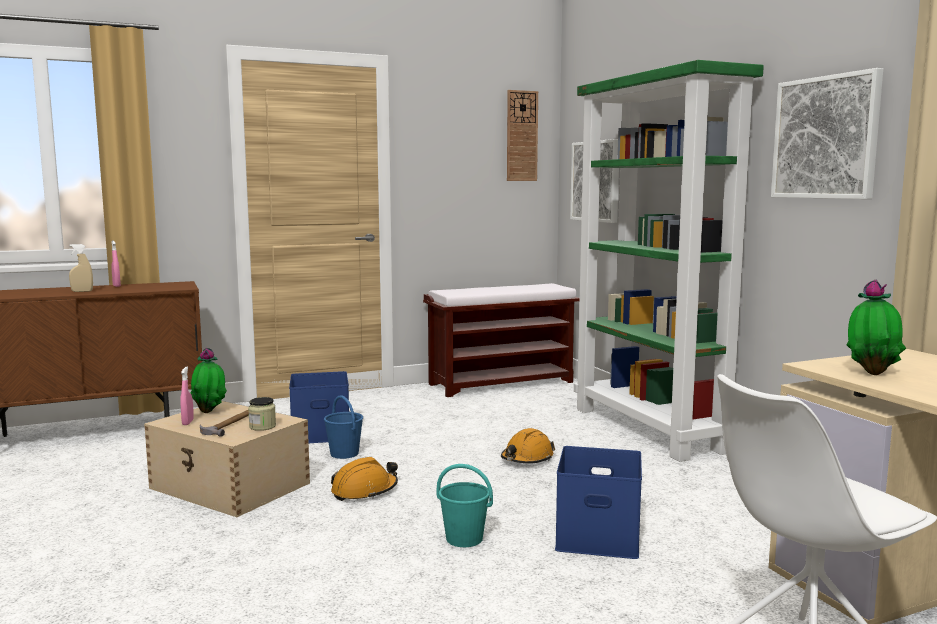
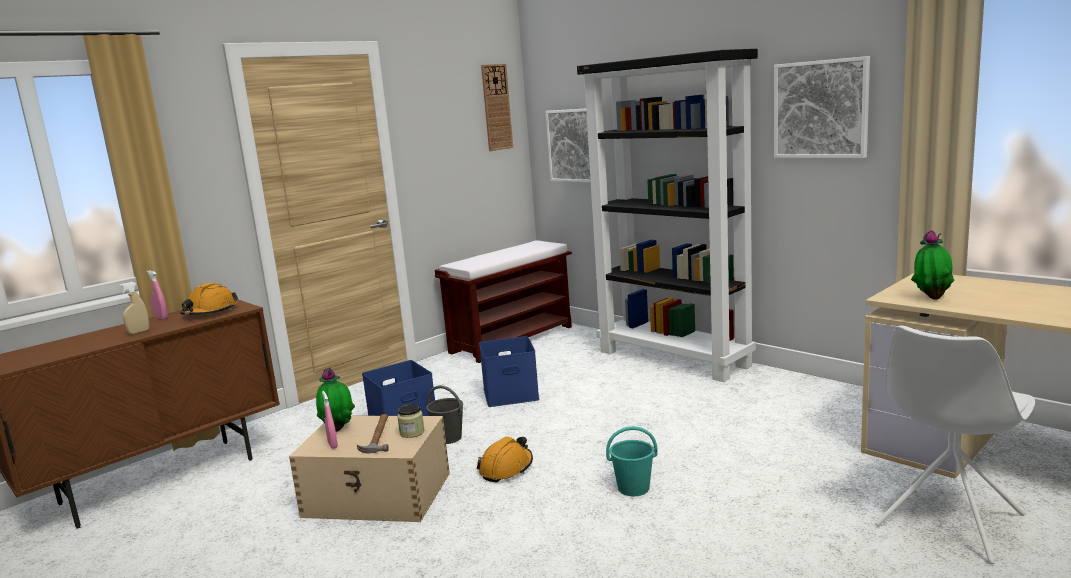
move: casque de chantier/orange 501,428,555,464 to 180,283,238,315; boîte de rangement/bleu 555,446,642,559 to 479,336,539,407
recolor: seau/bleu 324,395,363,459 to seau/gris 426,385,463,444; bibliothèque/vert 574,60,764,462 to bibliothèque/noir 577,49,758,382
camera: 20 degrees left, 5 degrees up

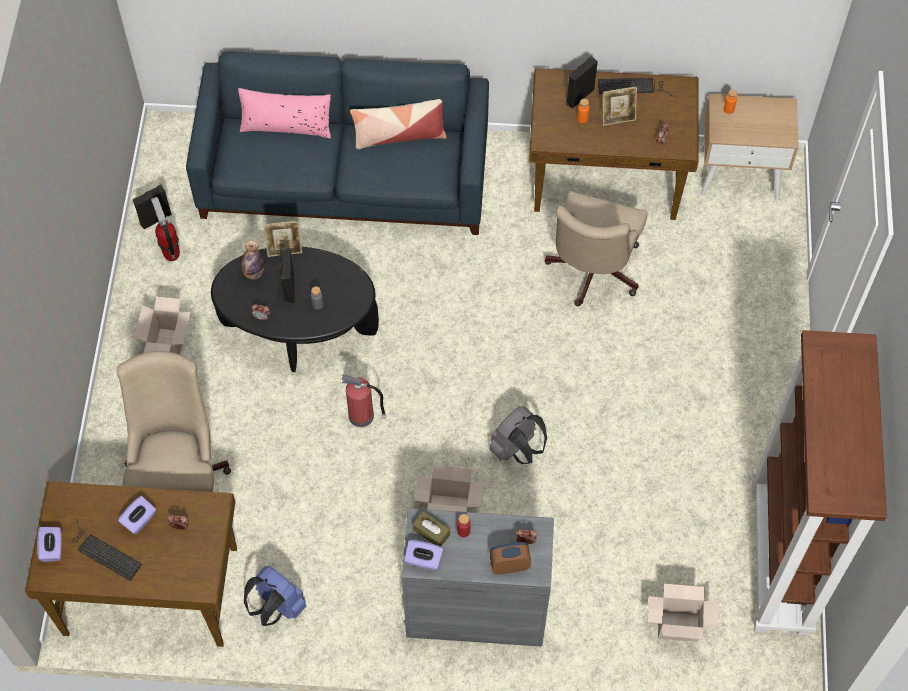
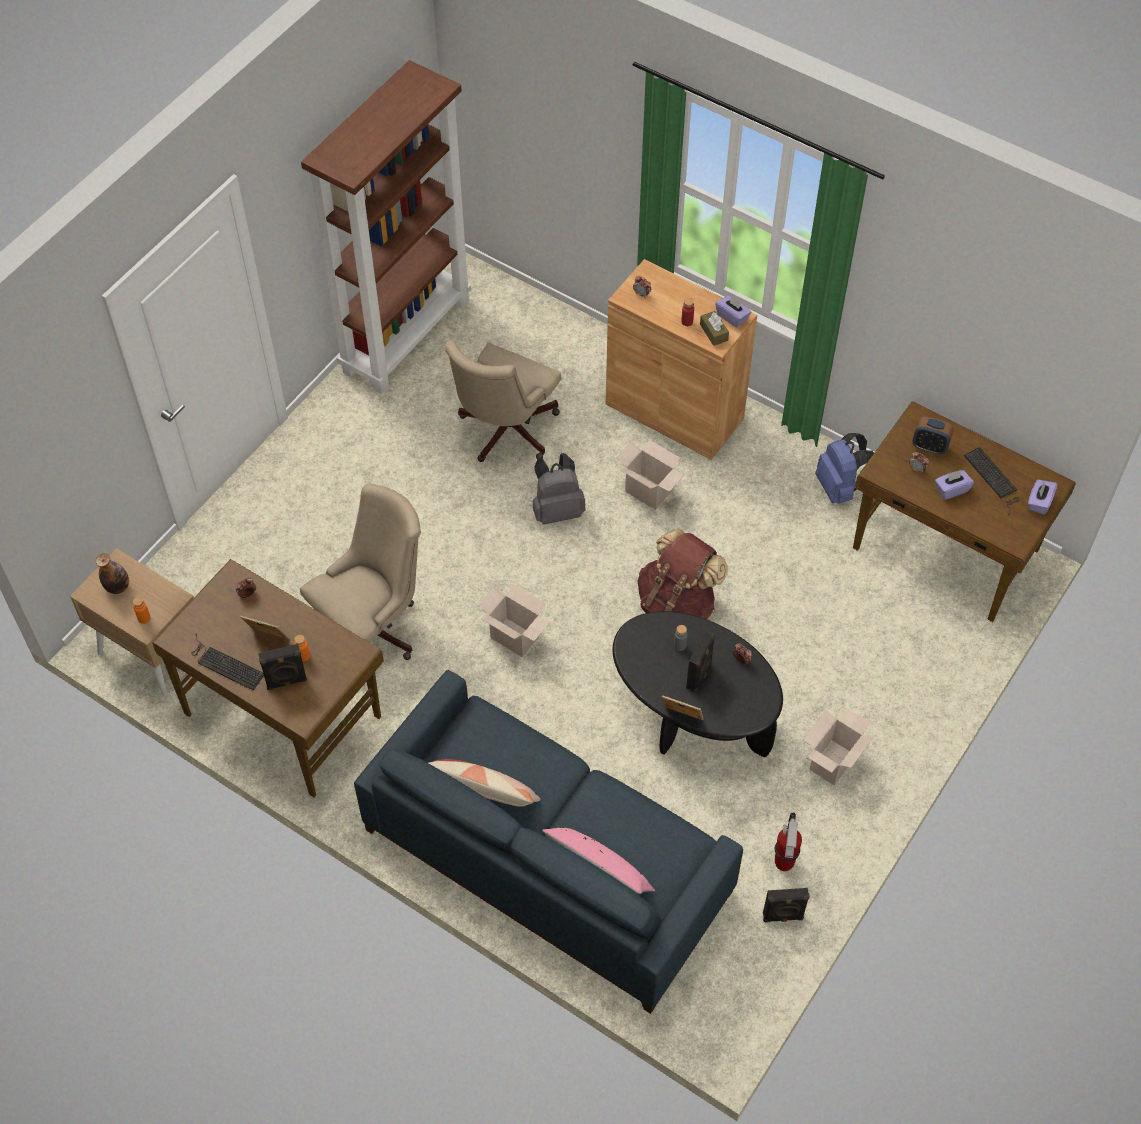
move: chaise de bureau/beige 117,351,231,492 to 445,340,561,462; bouteille 241,240,266,279 to 96,553,129,594; réveil 490,542,531,575 to 912,417,954,455; carton 648,584,719,642 to 478,584,550,657
replace: extincteur 341,375,387,427 to sac à dos/marron 637,528,728,619
recolor: meuble de rangement/gris 402,508,554,647 to meuble de rangement/marron 605,259,757,460
camera: 150 degrees left, 5 degrees down

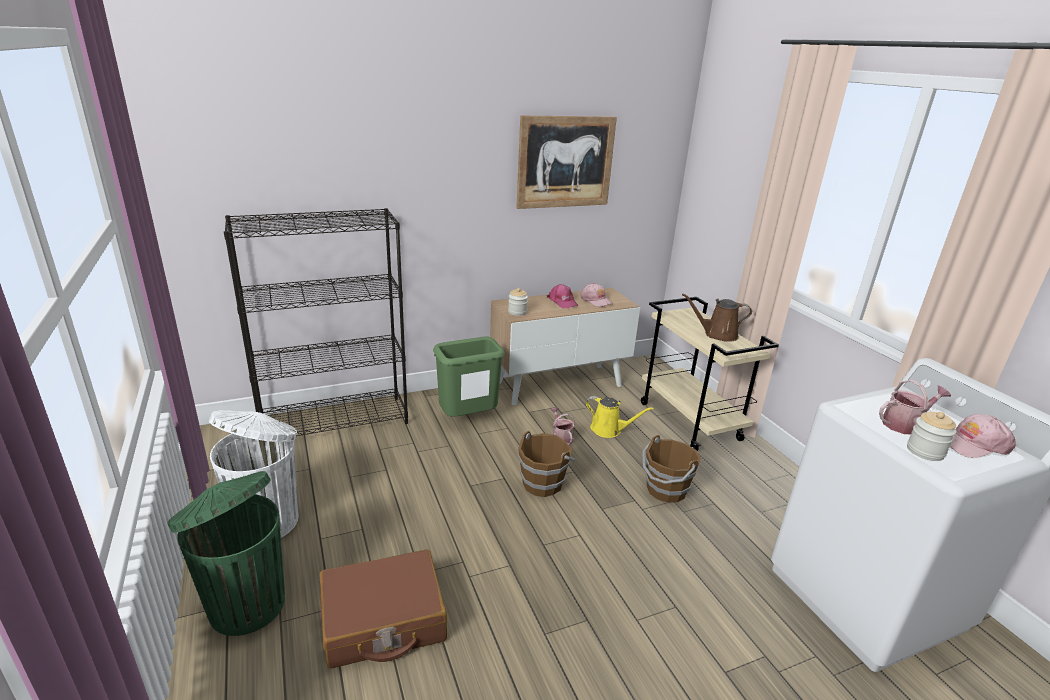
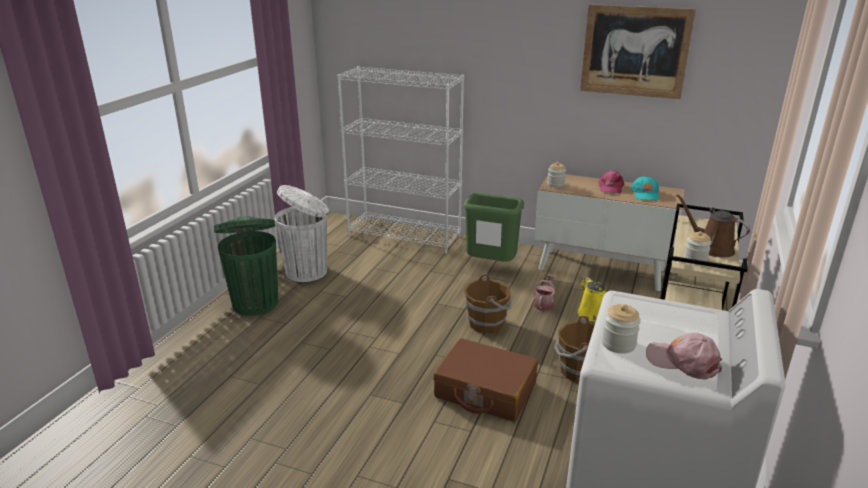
delete: arrosoir 879,380,951,435
insert: bocal 684,231,711,261
move: valise/marron 320,549,447,669 to 433,338,538,422
recolor: bibliothèque/noir 224,208,408,436 to bibliothèque/blanc 337,66,464,253; casquette/rose 580,283,613,307 to casquette/turquoise 631,176,659,200
camera: 45 degrees right, 0 degrees up

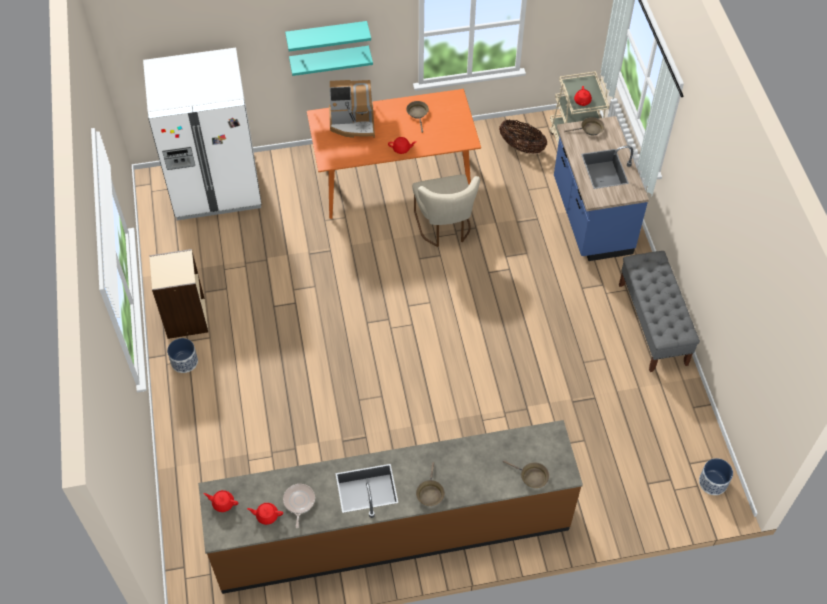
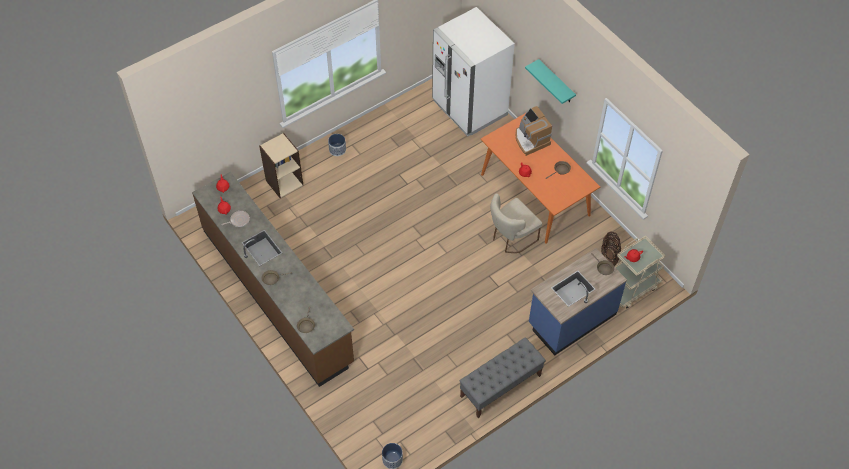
delete: étagère/turquoise 289,46,373,76
move: bibliothèque/beige 149,249,208,339 to 259,133,303,198
camera: 65 degrees right, 0 degrees up

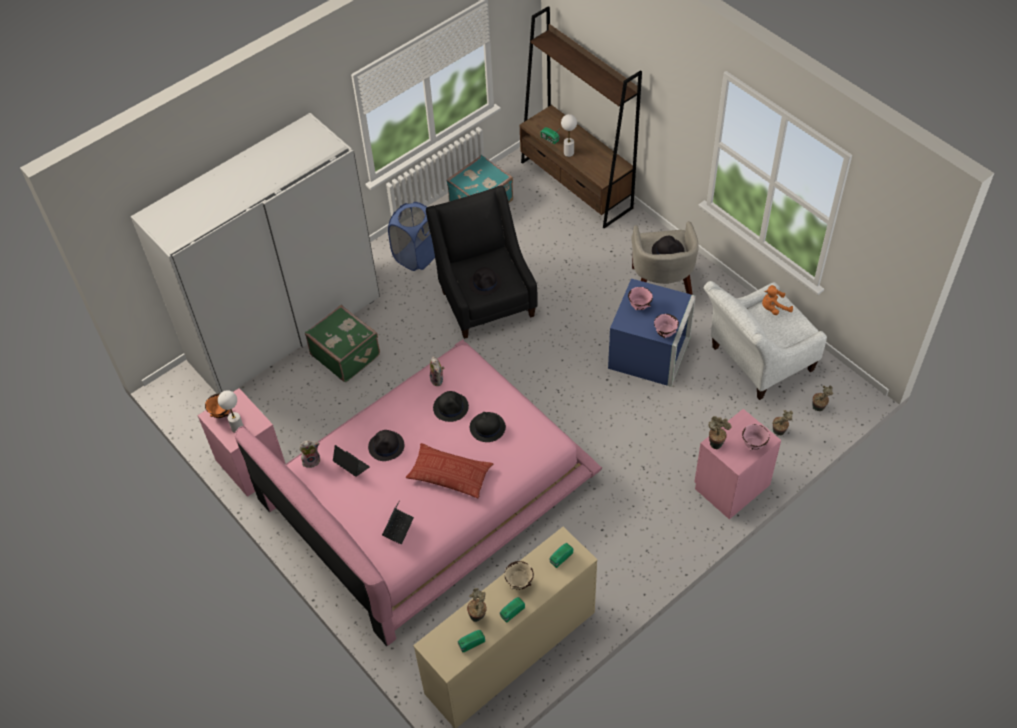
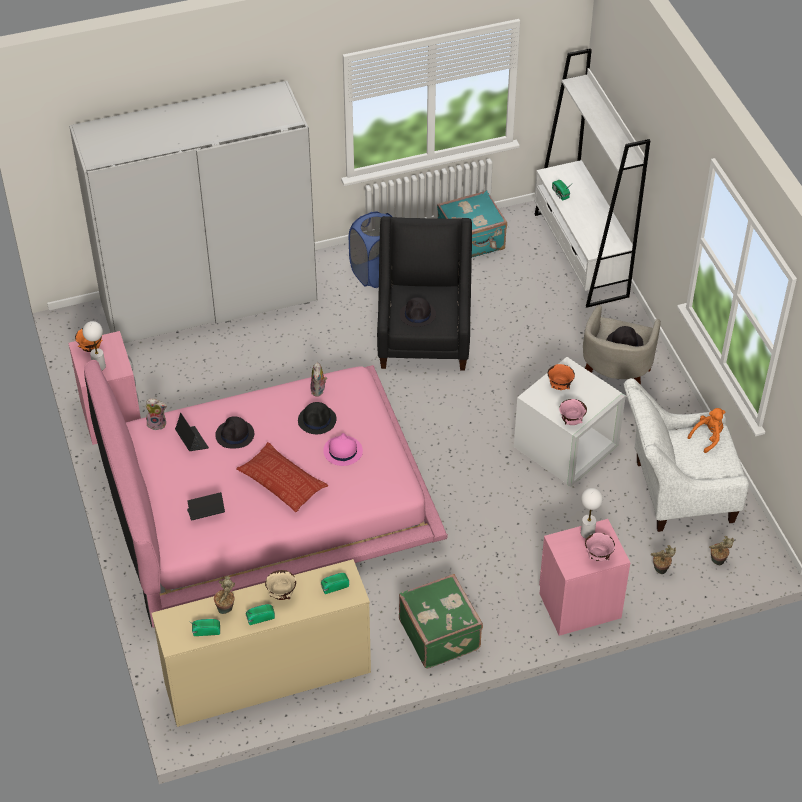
delete: plante en pot 709,416,731,449
move: valise/vert 305,305,380,382 to 399,574,483,669; lampe de table/blanc 561,114,577,157 to 581,488,603,538
recolor: chapeau/noir 470,412,506,442 to chapeau/rose 323,433,363,466; bibliothèque/marron 520,6,642,228 to bibliothèque/blanc 534,49,651,308; boîte de rangement/bleu 608,278,696,387 to boîte de rangement/blanc 514,357,626,487; bol/rose 628,287,653,310 to bol/orange 548,364,575,390
rotate: ordinateur portable 382,500,414,544 = 187,492,225,521 150 degrees counterclockwise; peluche/orange 762,285,793,315 = 688,408,725,453 135 degrees clockwise
camera: 20 degrees right, 5 degrees down

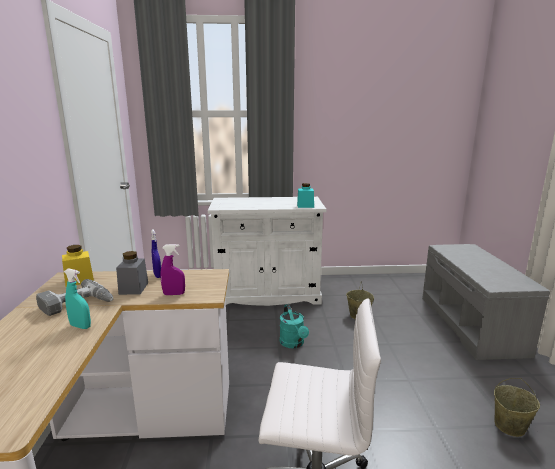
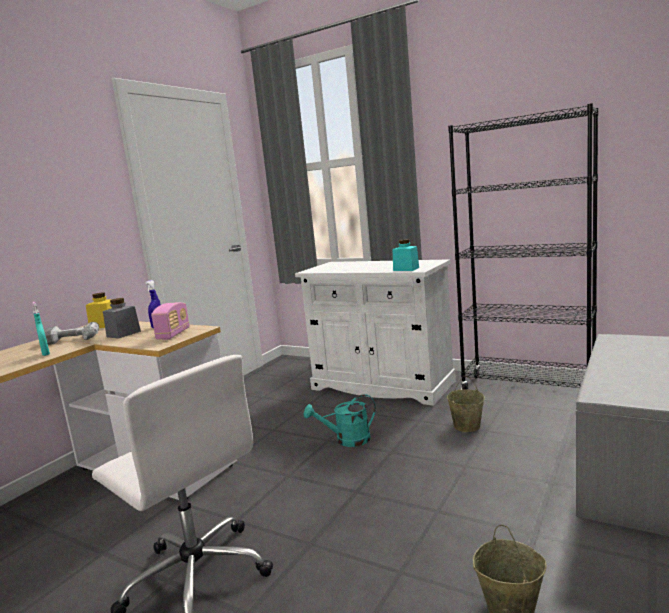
delete: vaporisateur/violet 160,244,185,295
insert: radio 151,302,190,340; bibliothèque/noir 448,103,598,390
rotate: arrosoir/turquoise 280,304,309,348 = 304,394,376,447 60 degrees clockwise
camera: 35 degrees right, 5 degrees down

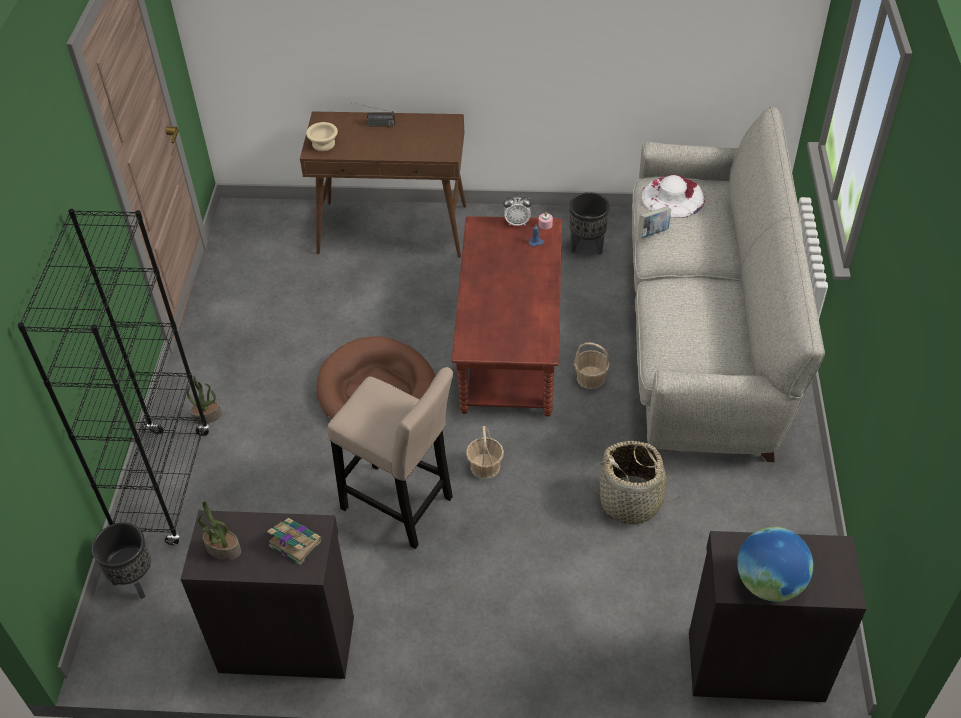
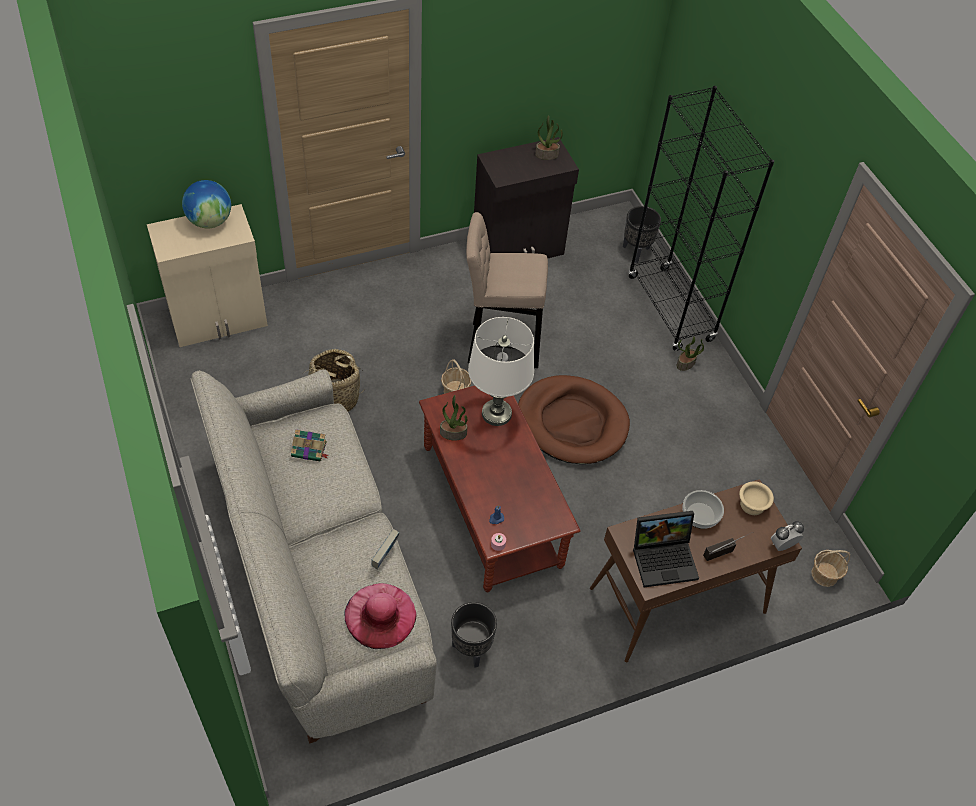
insert: plante en pot 440,395,467,440; lampe de table/blanc 468,317,534,426; ordinateur portable 633,511,699,587; bol 682,490,724,529
move: livre 267,518,322,565 to 291,429,328,461; réveil 503,194,531,226 to 771,521,804,551; panier 574,343,610,389 to 811,550,850,587
recolor: chapeau/blanc 642,175,705,218 to chapeau/rose 345,583,416,649; meuble de rangement/noir 689,531,866,702 to meuble de rangement/beige 147,204,268,347
camera: 150 degrees right, 5 degrees up

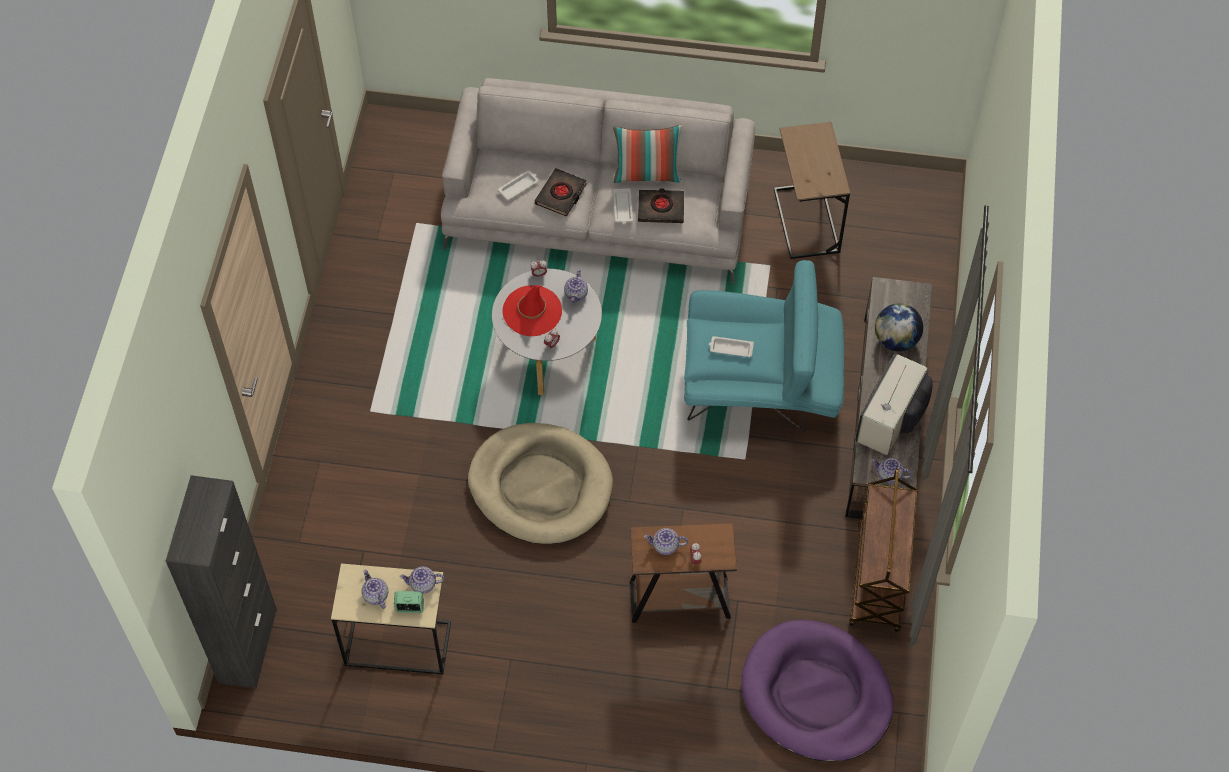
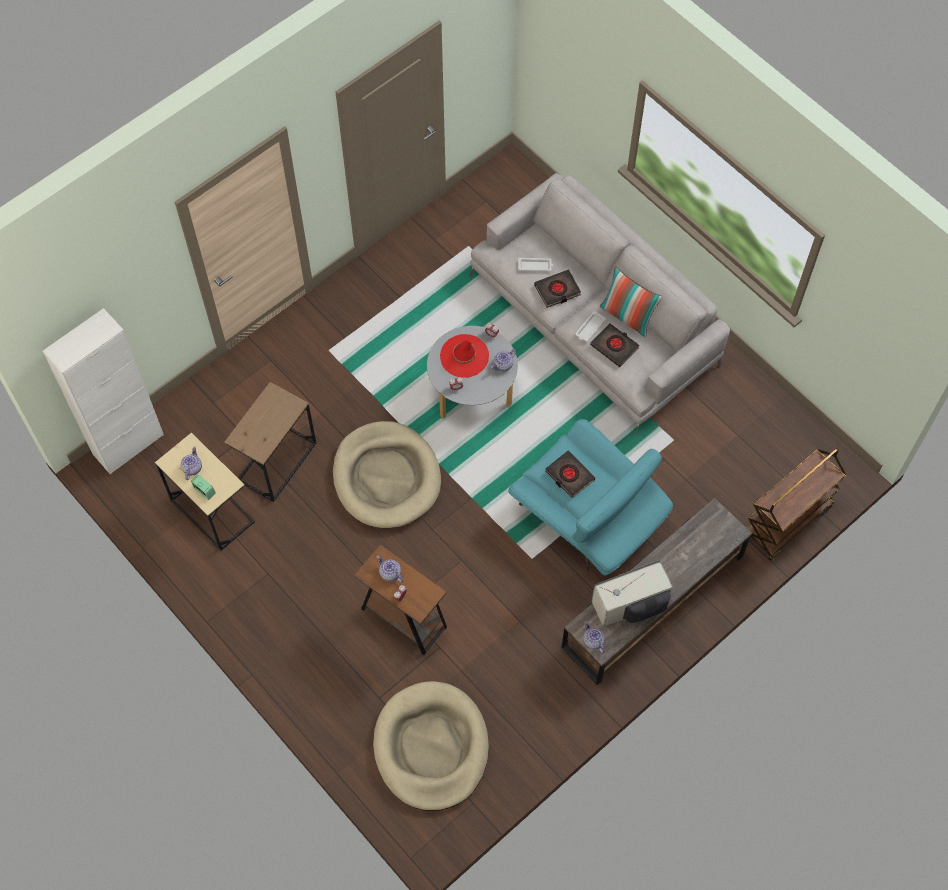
delete: théière 399,566,444,594; globe 875,303,923,351
move: table d'appoint/marron 774,122,850,259 to 224,382,316,502; chariot/marron 849,469,917,632 to 746,448,847,561
replace: plateau/blanc 709,336,754,357 to livre/noir 545,450,595,498
recolor: meuble de rangement/noir 166,475,277,688 to meuble de rangement/blanc 43,308,164,475; panier pour chien/violet 741,619,894,762 to panier pour chien/beige 373,681,489,811
camera: 40 degrees right, 5 degrees up

